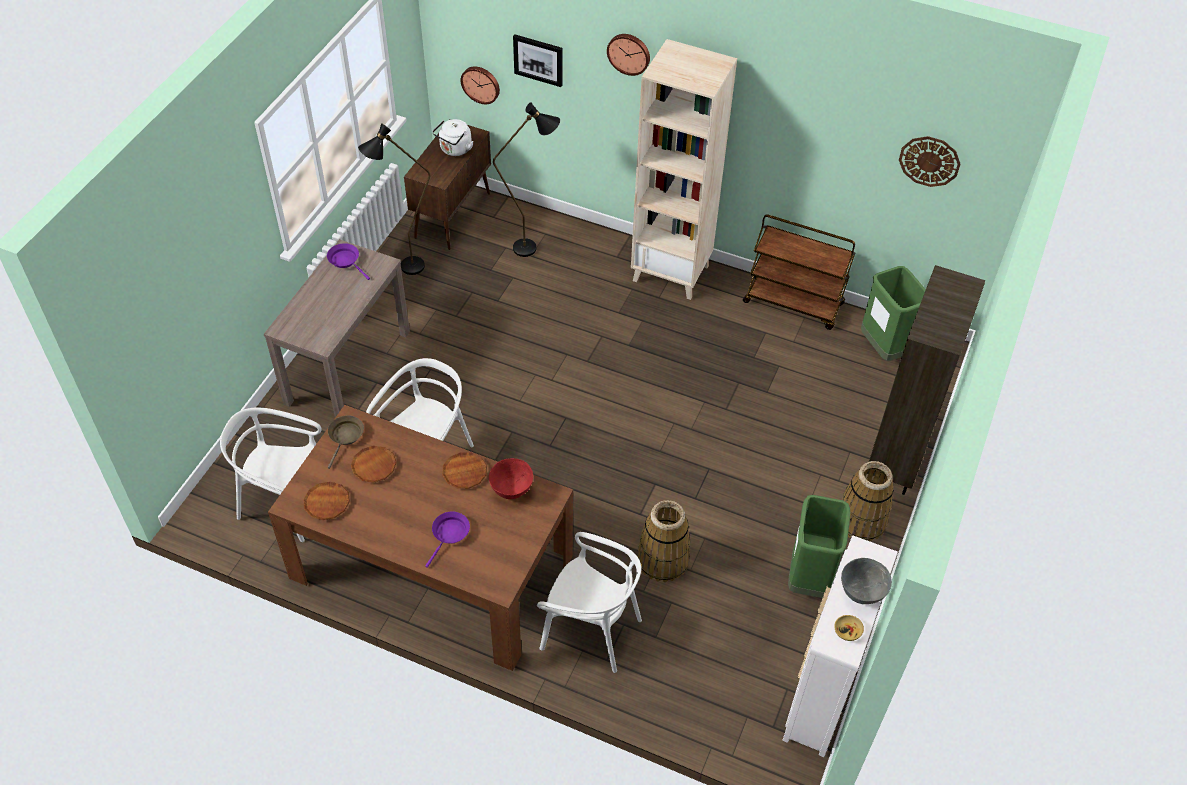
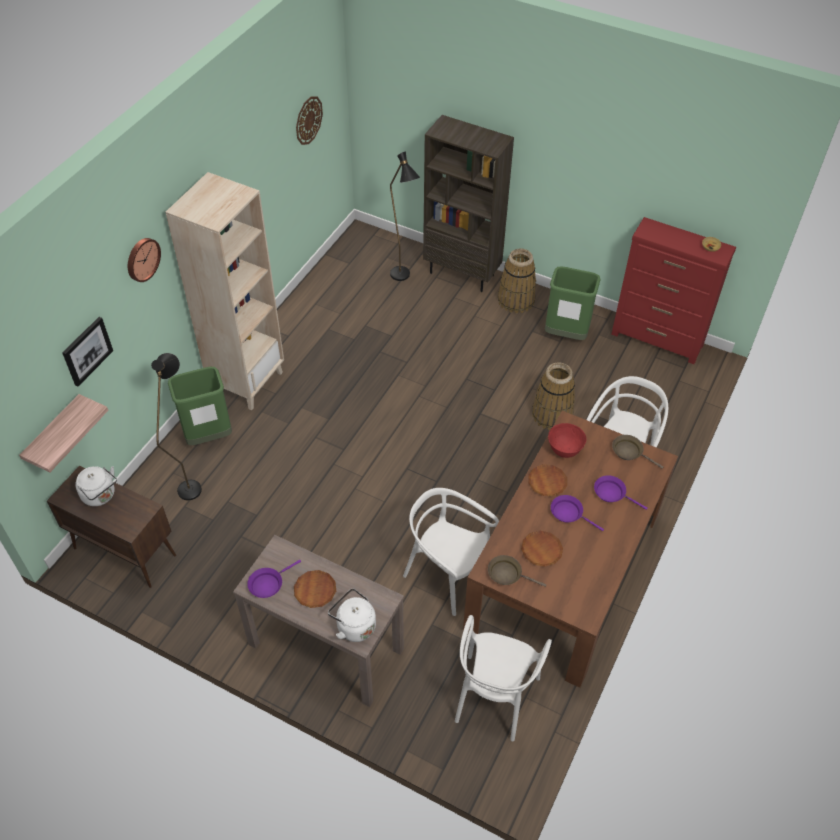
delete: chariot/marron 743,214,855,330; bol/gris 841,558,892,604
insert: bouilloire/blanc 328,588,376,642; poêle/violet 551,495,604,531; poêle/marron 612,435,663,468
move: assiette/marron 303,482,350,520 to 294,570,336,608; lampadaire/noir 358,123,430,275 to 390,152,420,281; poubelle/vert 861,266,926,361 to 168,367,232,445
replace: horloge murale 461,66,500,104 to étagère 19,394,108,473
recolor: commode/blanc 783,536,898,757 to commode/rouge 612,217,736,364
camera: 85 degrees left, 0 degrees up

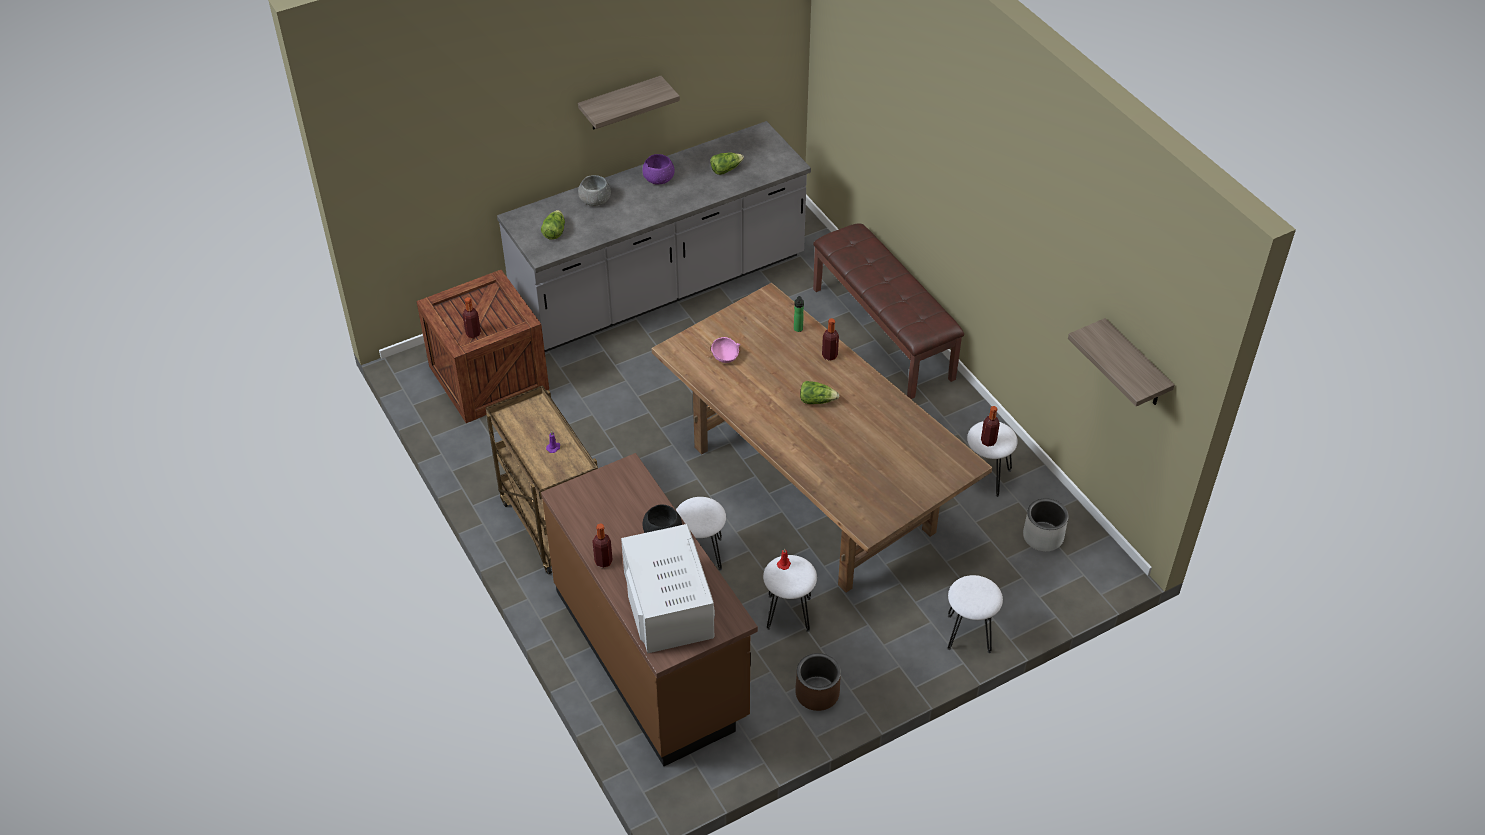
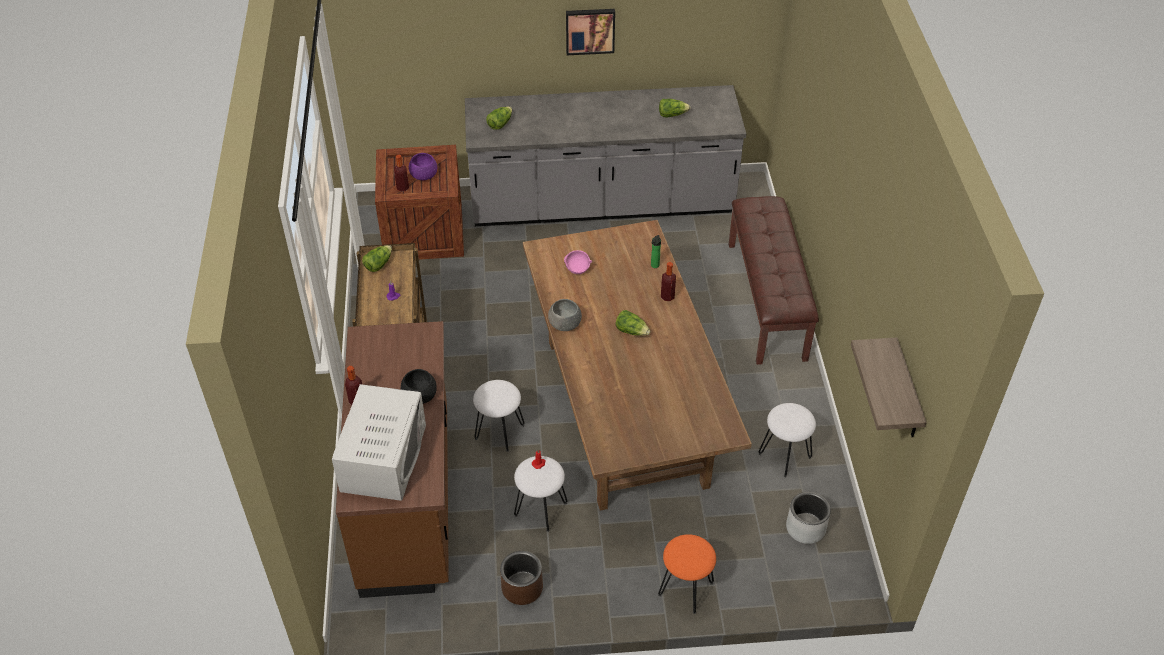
delete: bouteille 981,406,1000,447
insert: laitue 362,245,392,272
move: bol/gris 578,175,611,206 to 548,299,582,331; bol/violet 642,154,675,184 to 409,153,437,180
replace: étagère 578,76,680,130 to tableau 566,9,615,55
recolor: tabouret/blanc 947,575,1003,653 to tabouret/orange 658,534,716,614
camera: 25 degrees right, 0 degrees up

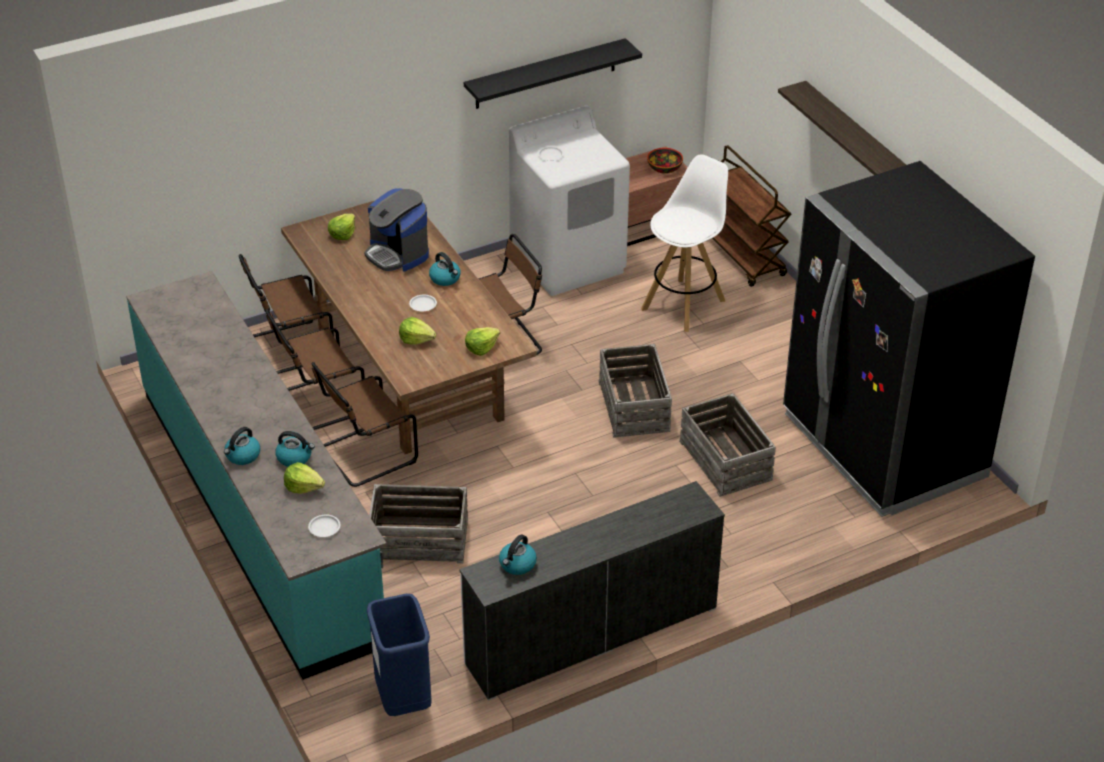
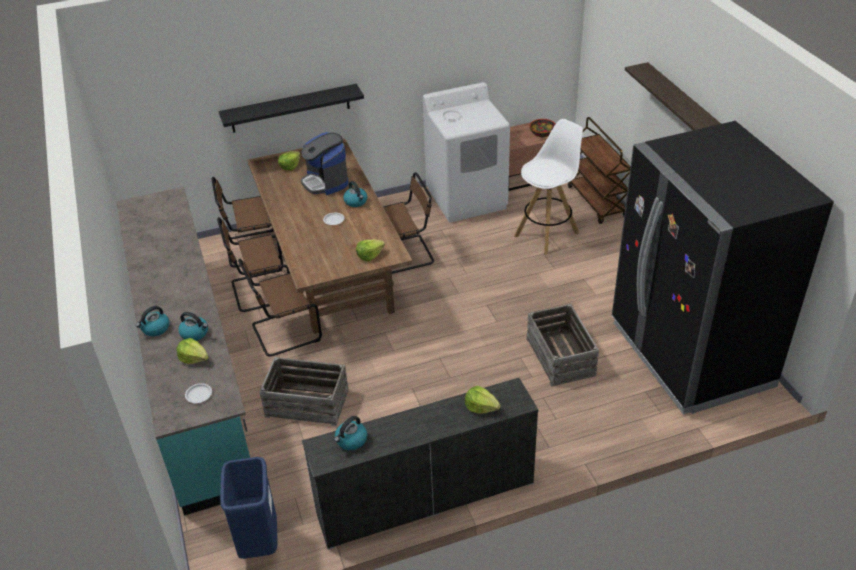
delete: caisse 599,344,672,438
move: laitue 399,317,436,345 to 465,386,501,414; étagère/noir 464,38,642,109 to 219,84,364,133
camera: 10 degrees right, 0 degrees up

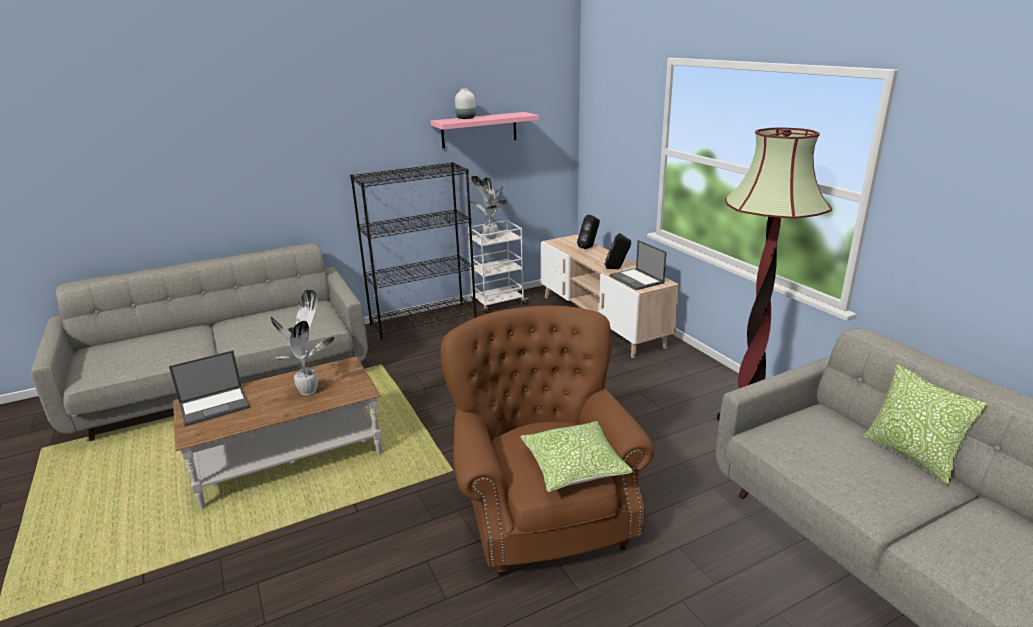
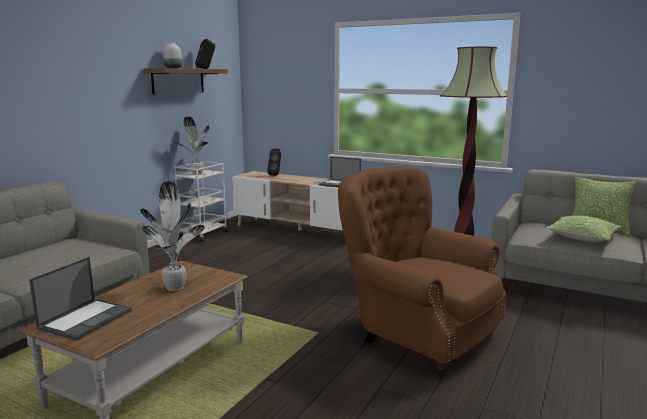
delete: bibliothèque/noir 350,162,476,340
move: coussin 520,421,633,492 to 545,215,622,242; enceinte/noir 604,233,631,269 to 195,39,215,69
recolor: étagère/rose 430,112,539,148 to étagère/marron 143,68,228,95
camera: 35 degrees left, 10 degrees down

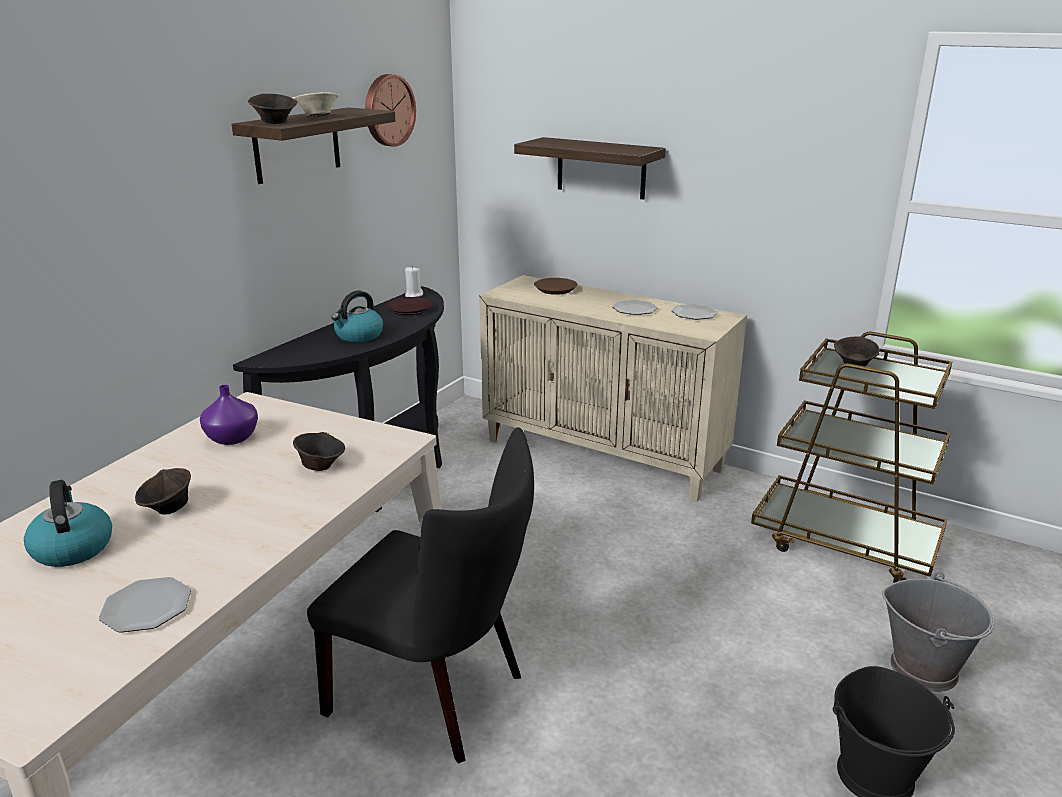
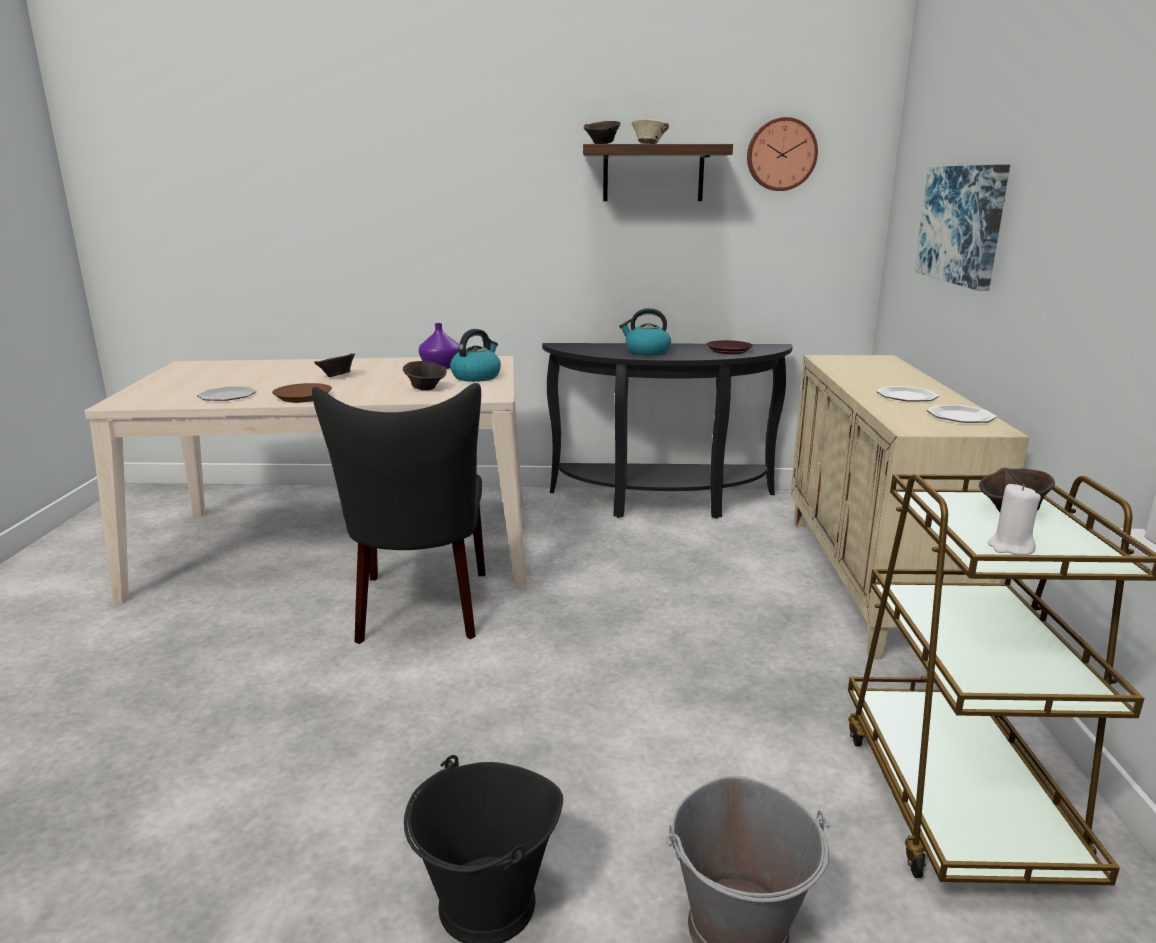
move: bouilloire 24,480,112,567 to 450,329,501,382; bougie/blanc 405,266,423,297 to 988,484,1041,555; assiette/marron 534,278,578,295 to 272,383,332,403
replace: étagère 514,137,666,200 to tableau 914,165,1010,291
camera: 60 degrees right, 5 degrees down

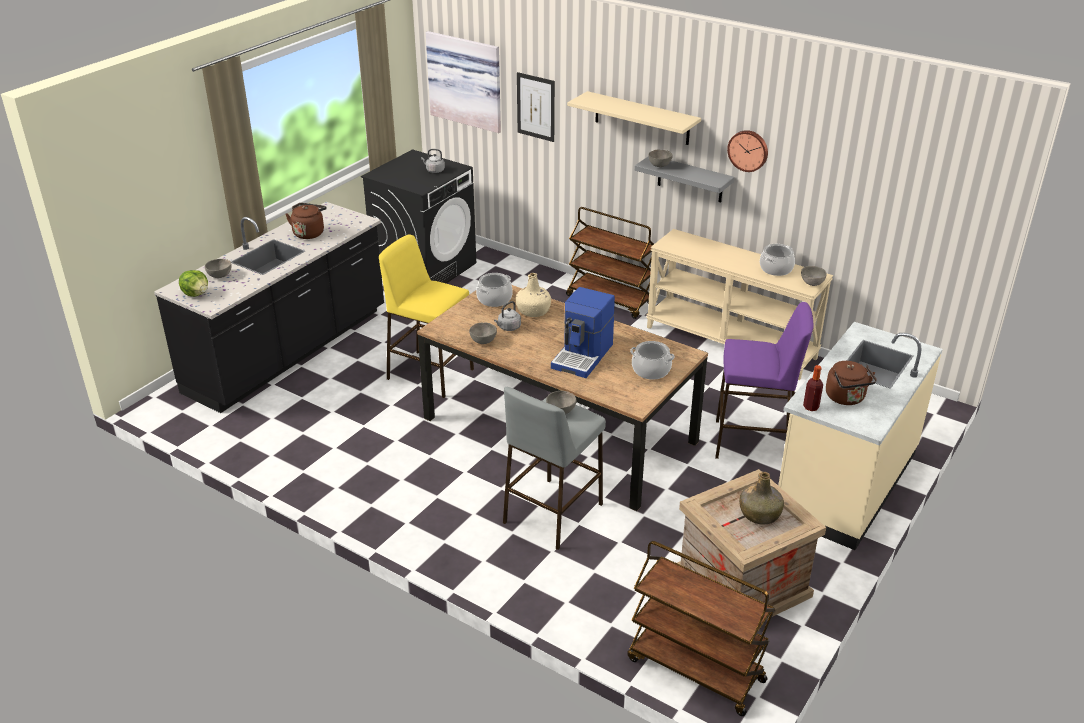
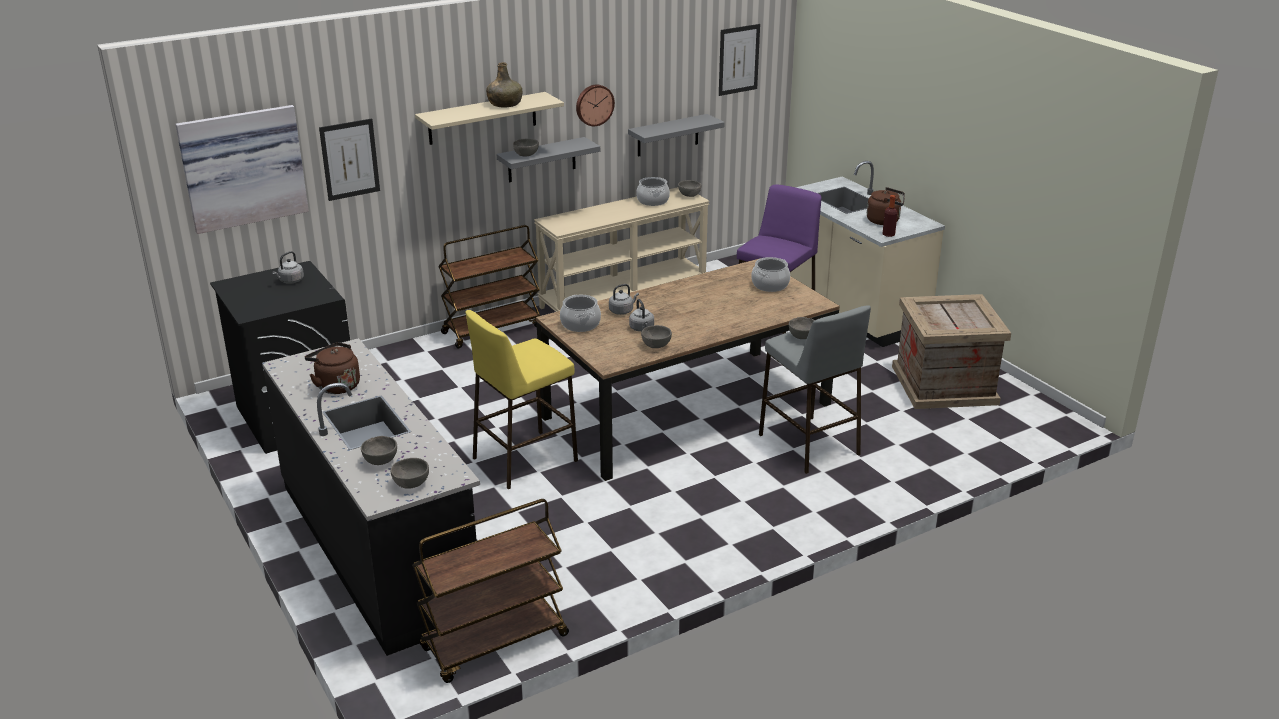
delete: machine à café 551,287,615,378
insert: étagère/gris 628,114,725,157; tableau 719,24,760,96
move: chariot/marron 627,541,775,716 to 412,499,569,683; bouteille/vert 739,472,784,524 to 486,62,522,107
replace: laitue 179,270,208,297 to bol/gris 390,458,429,489; bouteille/beige 516,273,551,317 to bouilloire/gris 609,284,639,315
camera: 65 degrees left, 5 degrees down

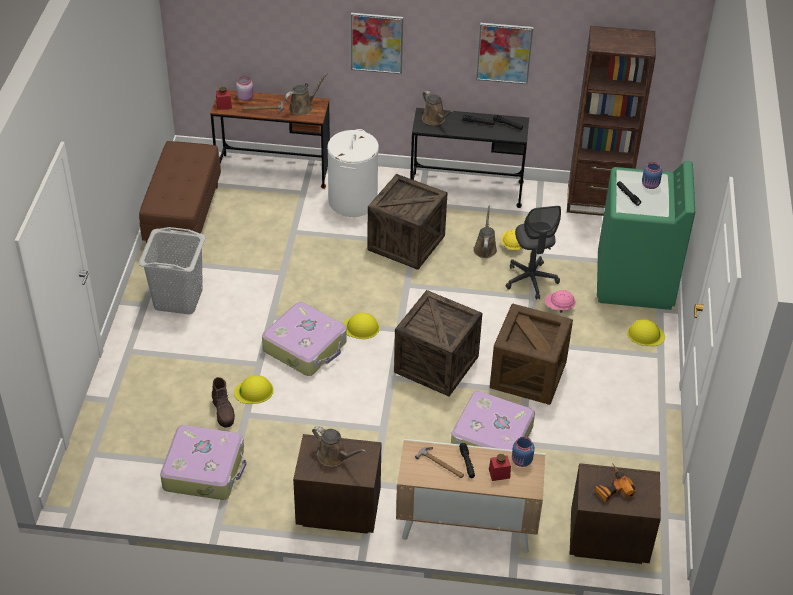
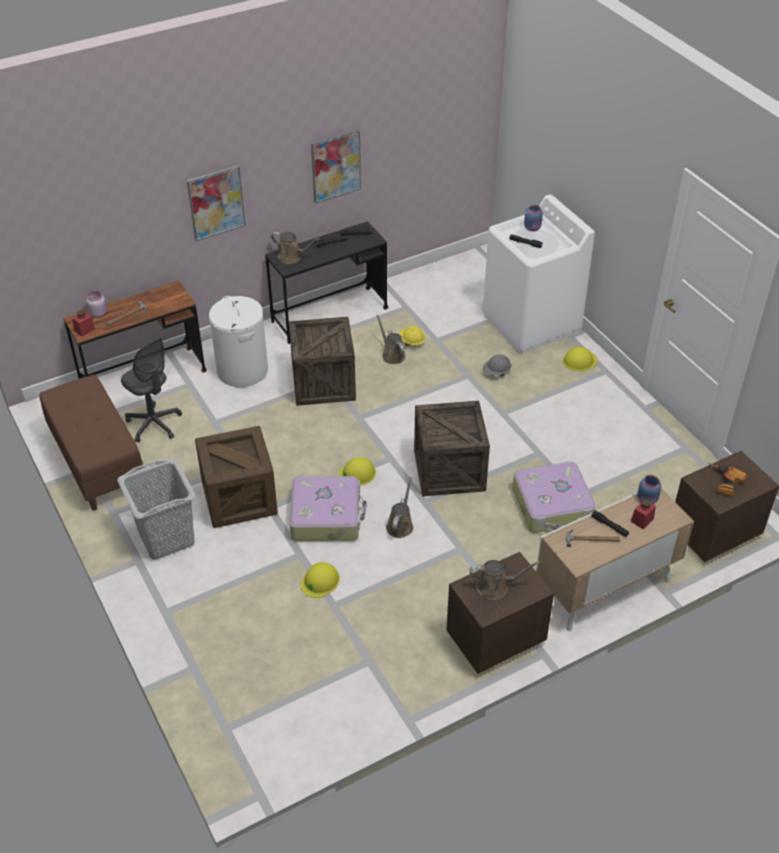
delete: valise 160,425,246,500; botte/marron 212,377,235,428; bibliothèque/marron 567,26,656,216
move: arrosoir/marron 285,73,328,115 to 386,477,413,538; caisse 490,304,573,405 to 195,426,278,528; chaise de bureau/gris 506,206,561,300 to 121,338,182,443
recolor: casque de chantier/rose 545,290,576,312 to casque de chantier/gris 483,355,511,376; lave-linge/vert 597,161,695,310 to lave-linge/blanc 483,194,595,354
camera: 35 degrees left, 0 degrees up

